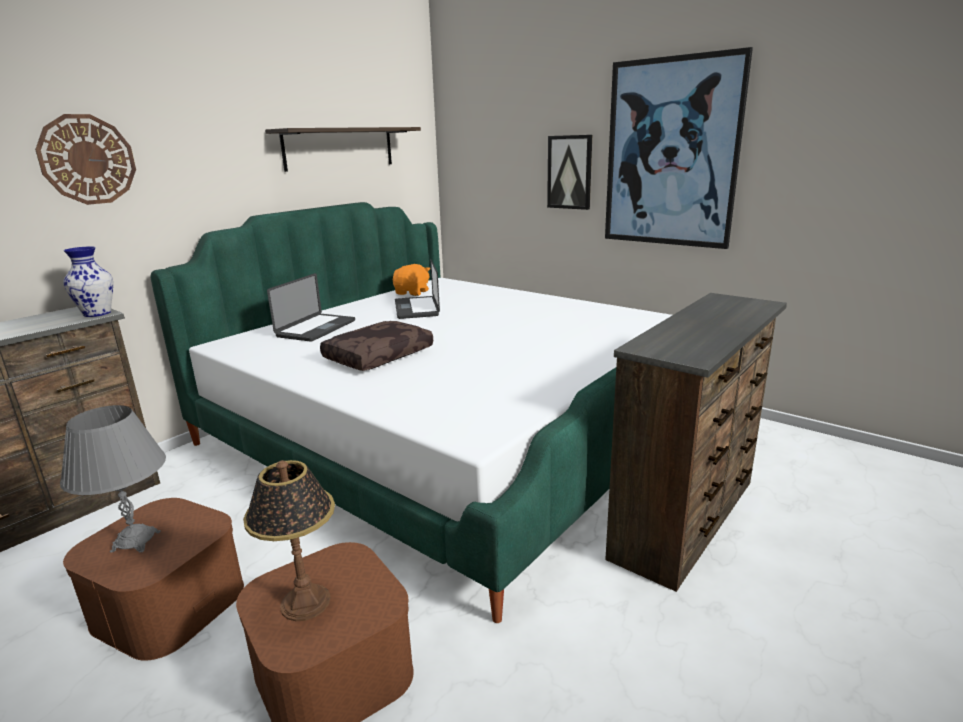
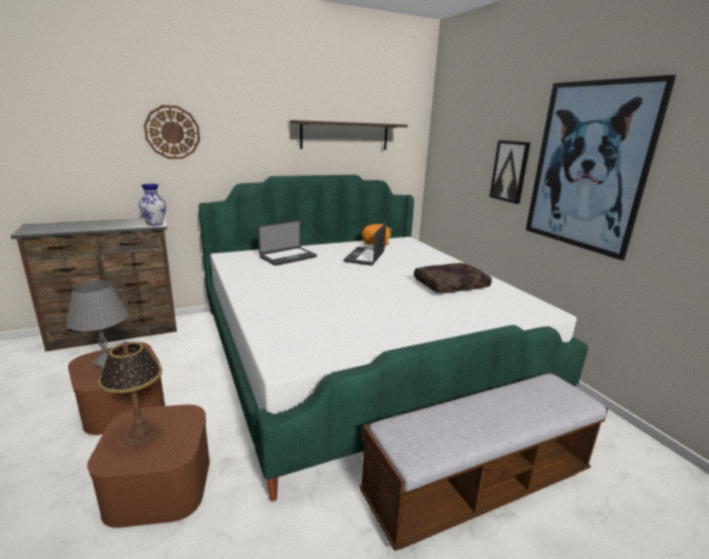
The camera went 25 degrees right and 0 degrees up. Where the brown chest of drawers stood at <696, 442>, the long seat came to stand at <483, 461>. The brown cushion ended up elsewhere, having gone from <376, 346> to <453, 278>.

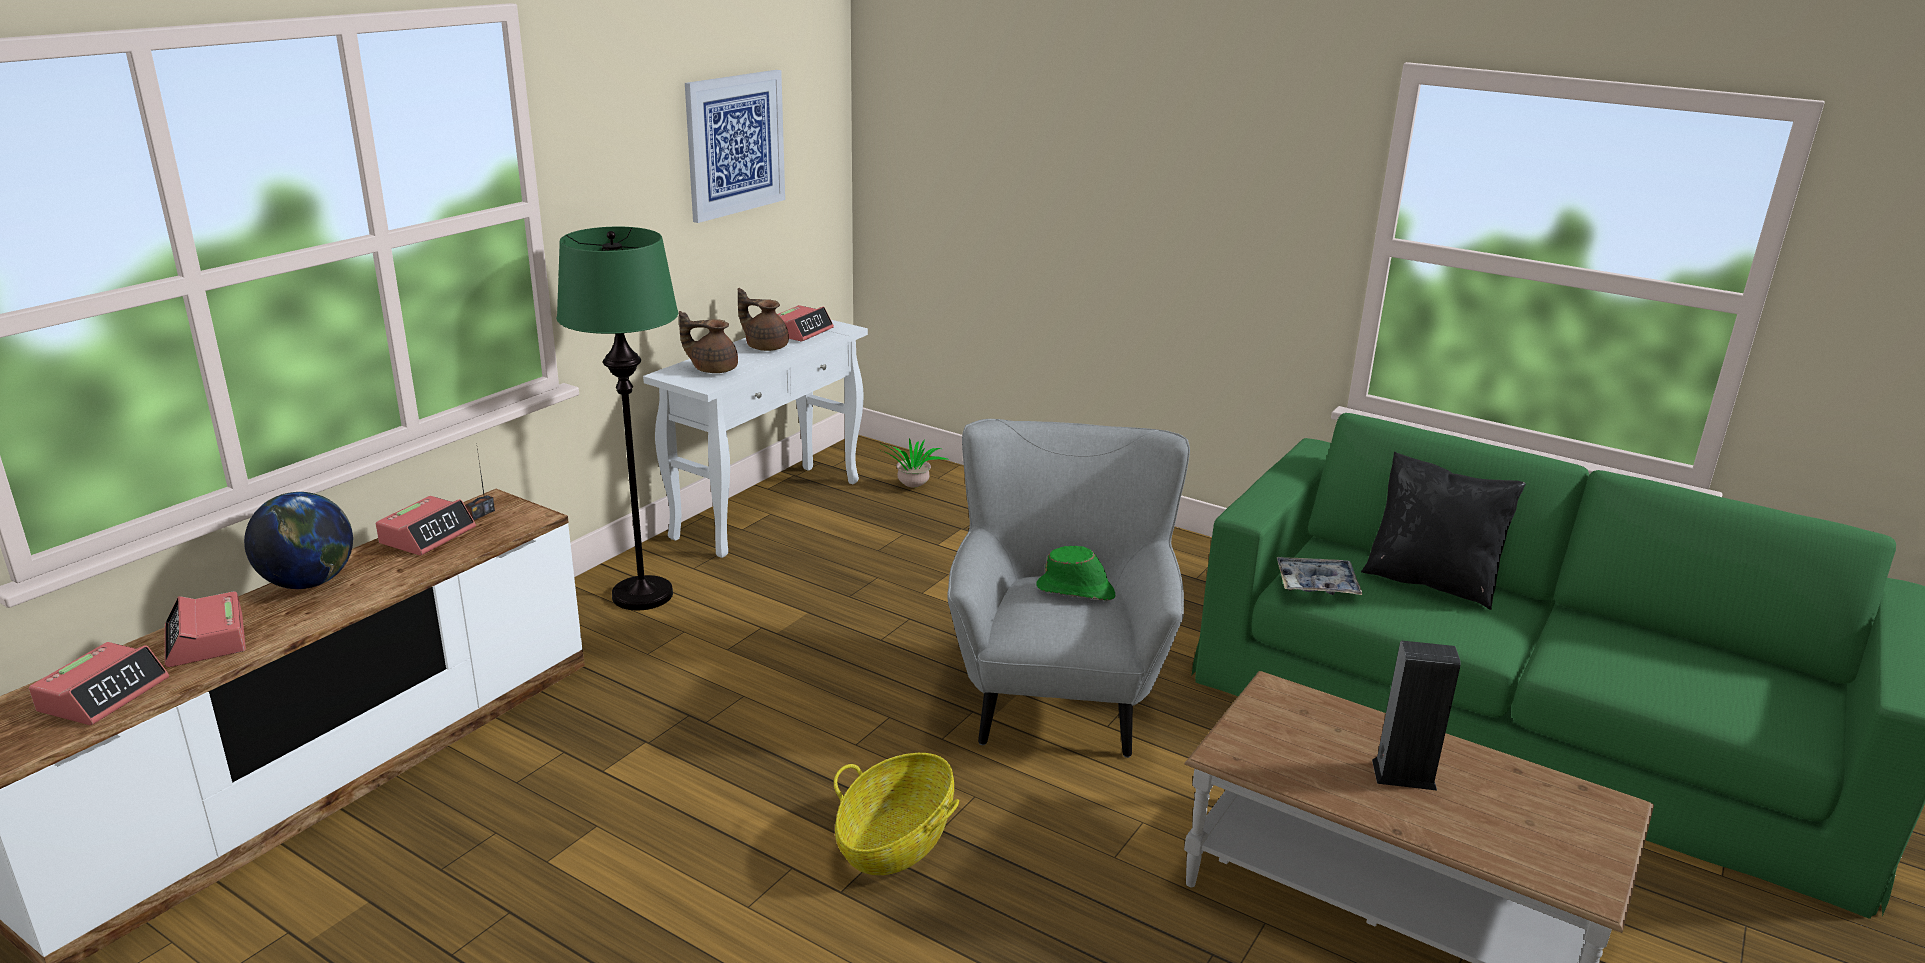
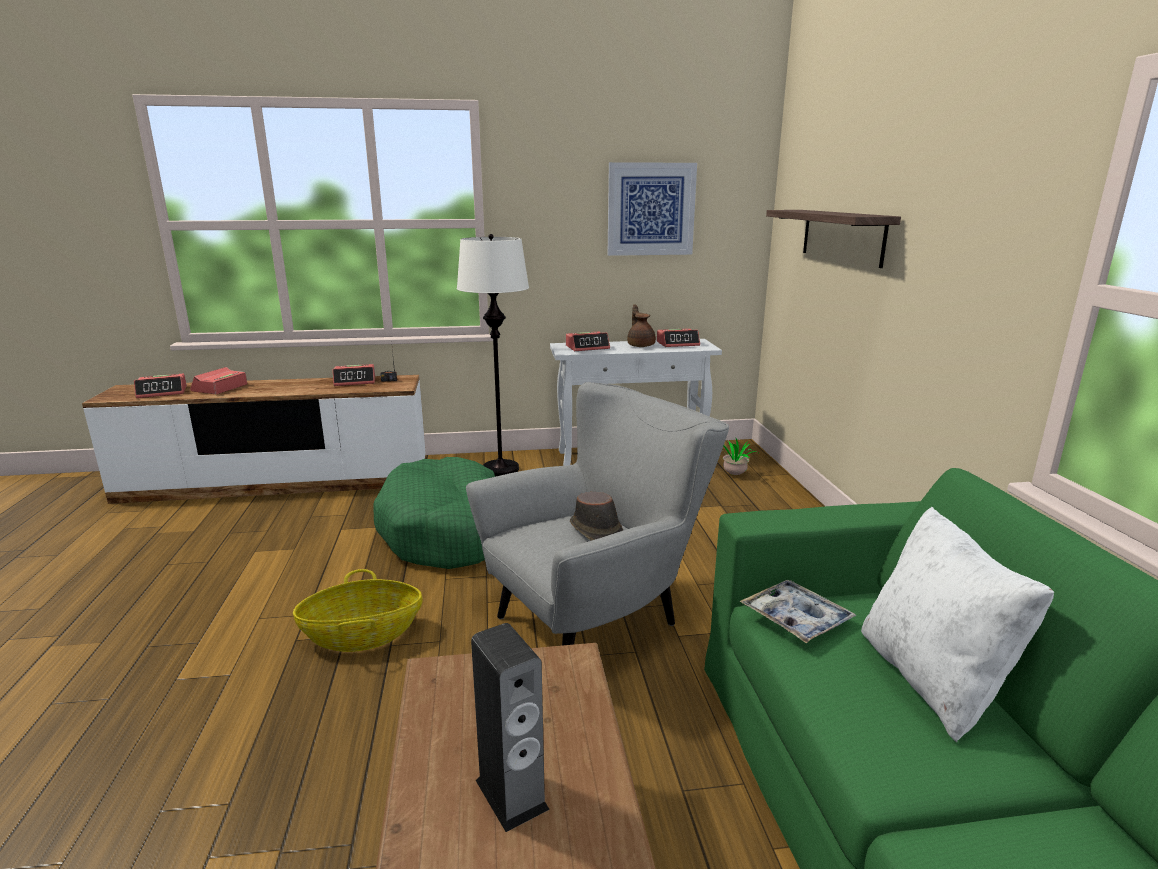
The camera went 50 degrees right and 5 degrees down. What was the green standard lamp at <617, 418> turned into the white-coloured standard lamp at <493, 355>. Where the brown teapot stood at <708, 342>, the table clock came to stand at <588, 341>. What was the black cushion at <1443, 531> turned into the white-coloured cushion at <957, 625>. The second view lost the desk globe at <298, 540>. What was the green hat at <1076, 573> turned into the brown hat at <596, 516>. The second view gained the bracket shelf at <833, 239>. The second view gained the green dog bed at <434, 513>.

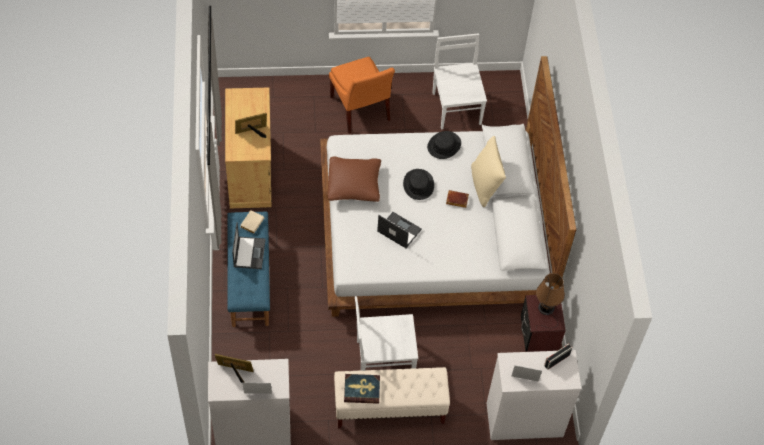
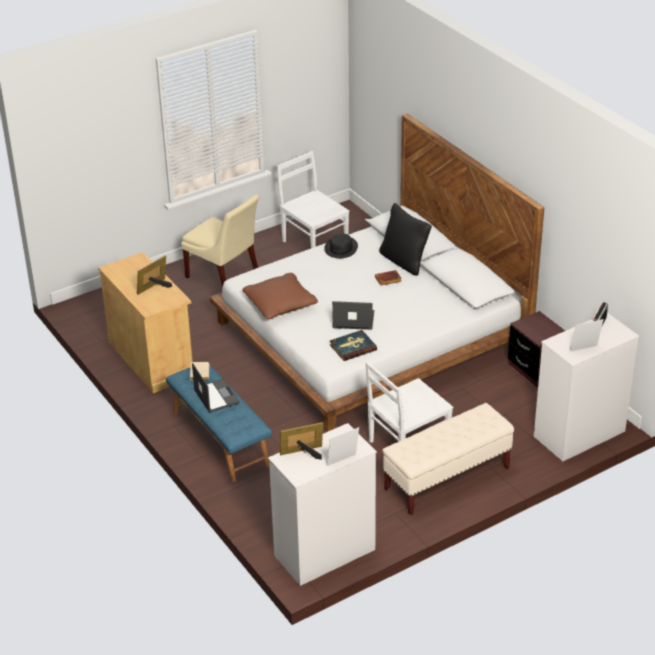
The camera went 25 degrees left and 20 degrees down. What was the orange chair at <362, 95> turned into the beige chair at <220, 241>. What was the beige cushion at <488, 171> turned into the black cushion at <405, 239>. The second view lost the black hat at <418, 184>. The second view lost the brown lamp for a table at <550, 301>. The bound book ended up elsewhere, having gone from <362, 389> to <353, 345>.

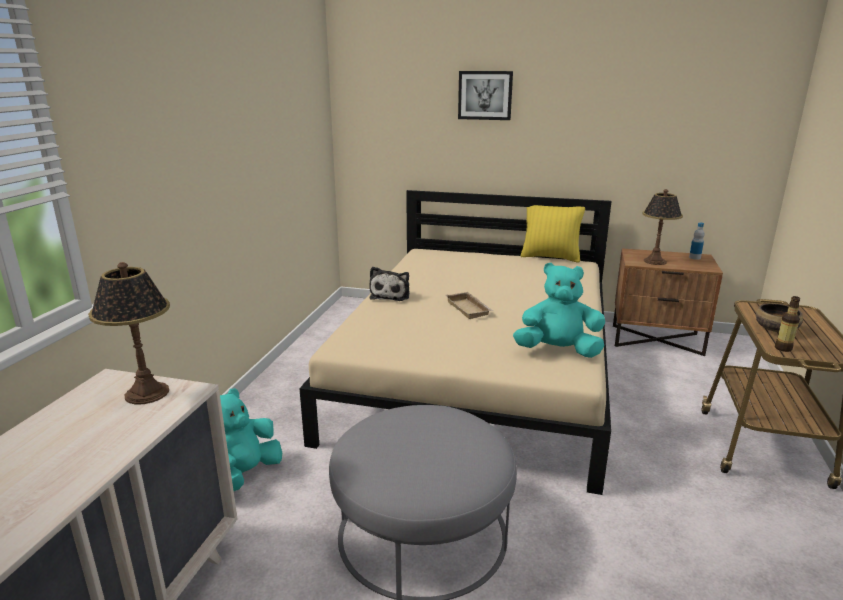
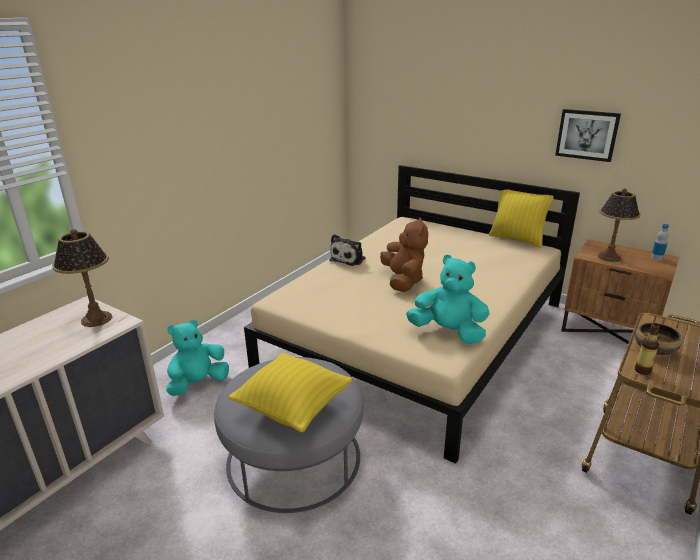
The camera went 20 degrees right and 5 degrees up. The wall art ended up elsewhere, having gone from <485, 95> to <588, 135>. Where the beige carrying tray stood at <469, 305>, the brown cuddly toy came to stand at <404, 254>. The second view gained the yellow cushion at <290, 392>.

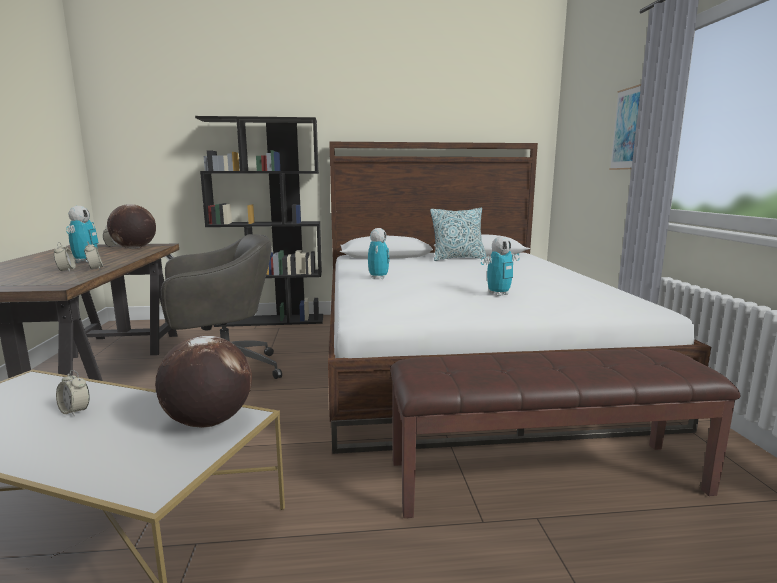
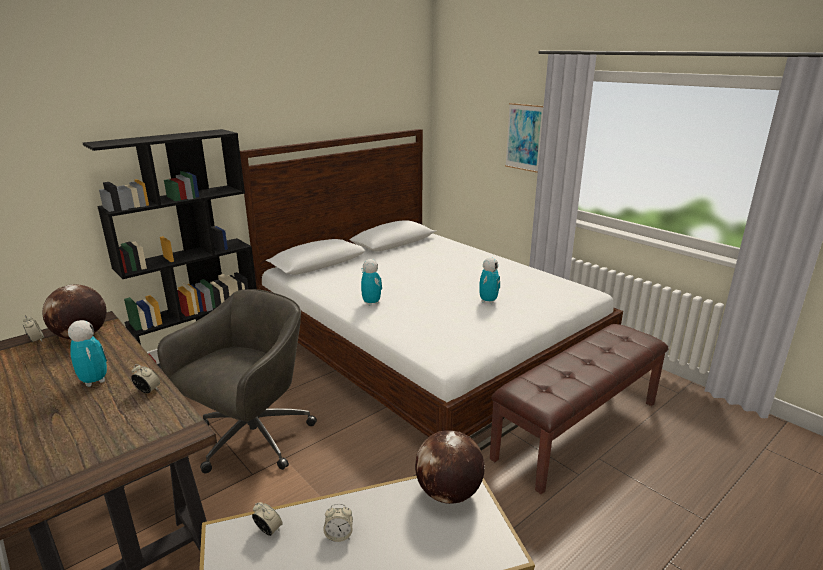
The camera went 35 degrees left and 10 degrees up. The second view lost the cushion at <458, 234>. The table clock ended up elsewhere, having gone from <65, 256> to <267, 519>.

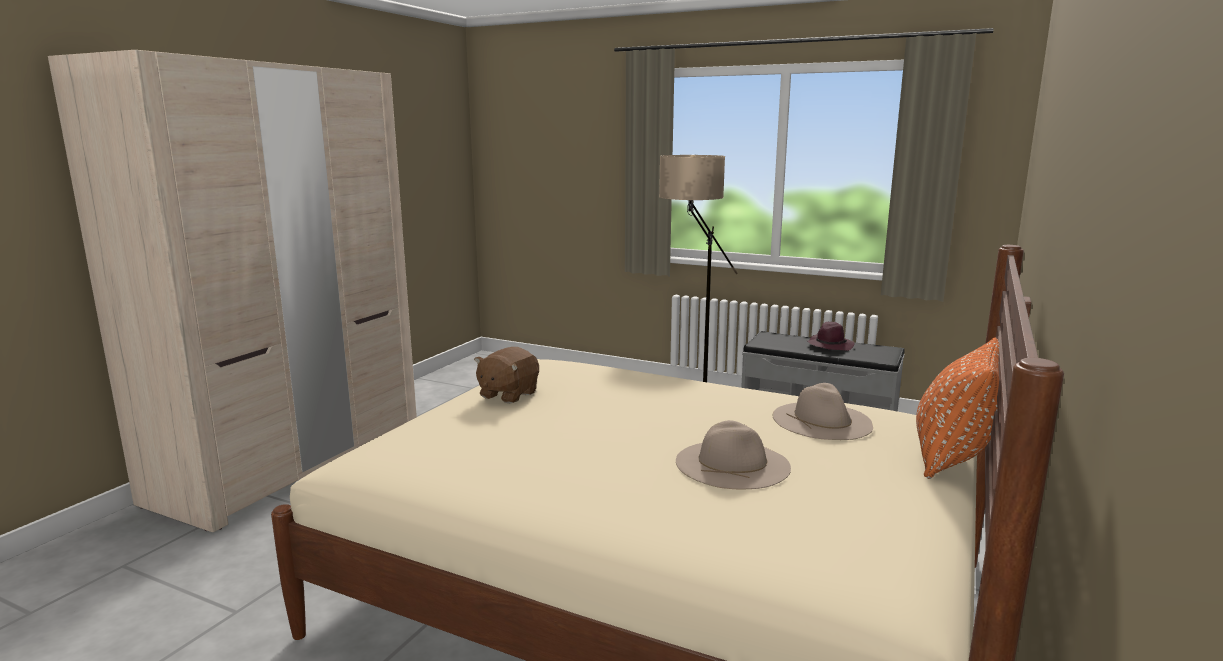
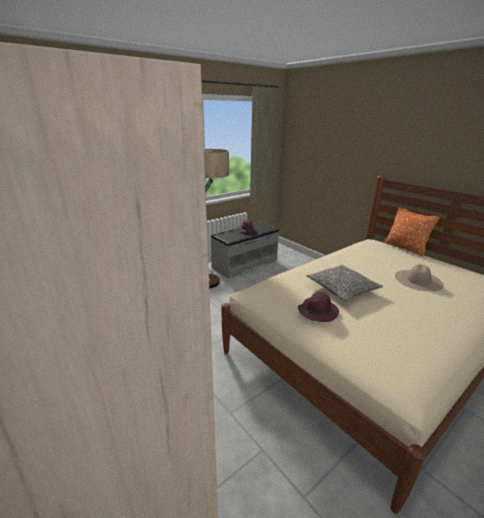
The camera went 65 degrees left and 10 degrees up. Where the brown cuddly toy stood at <506, 375>, the purplish hat came to stand at <318, 307>. The second view lost the beige hat at <823, 411>. The second view gained the cushion at <345, 283>.

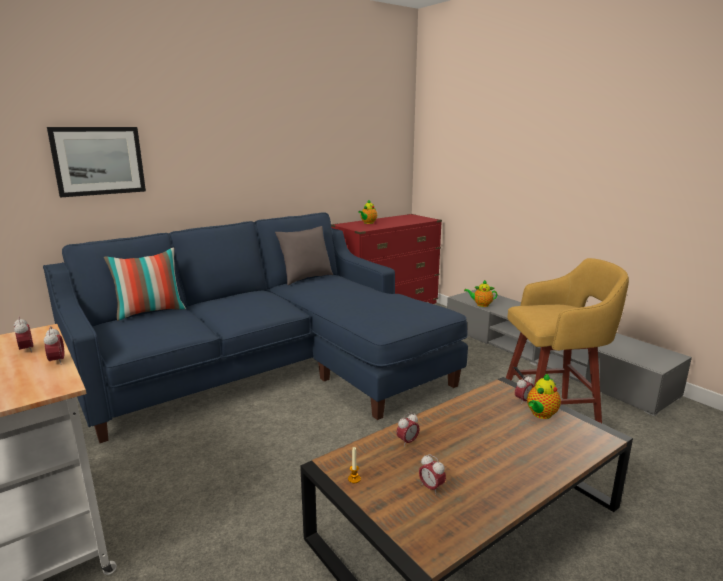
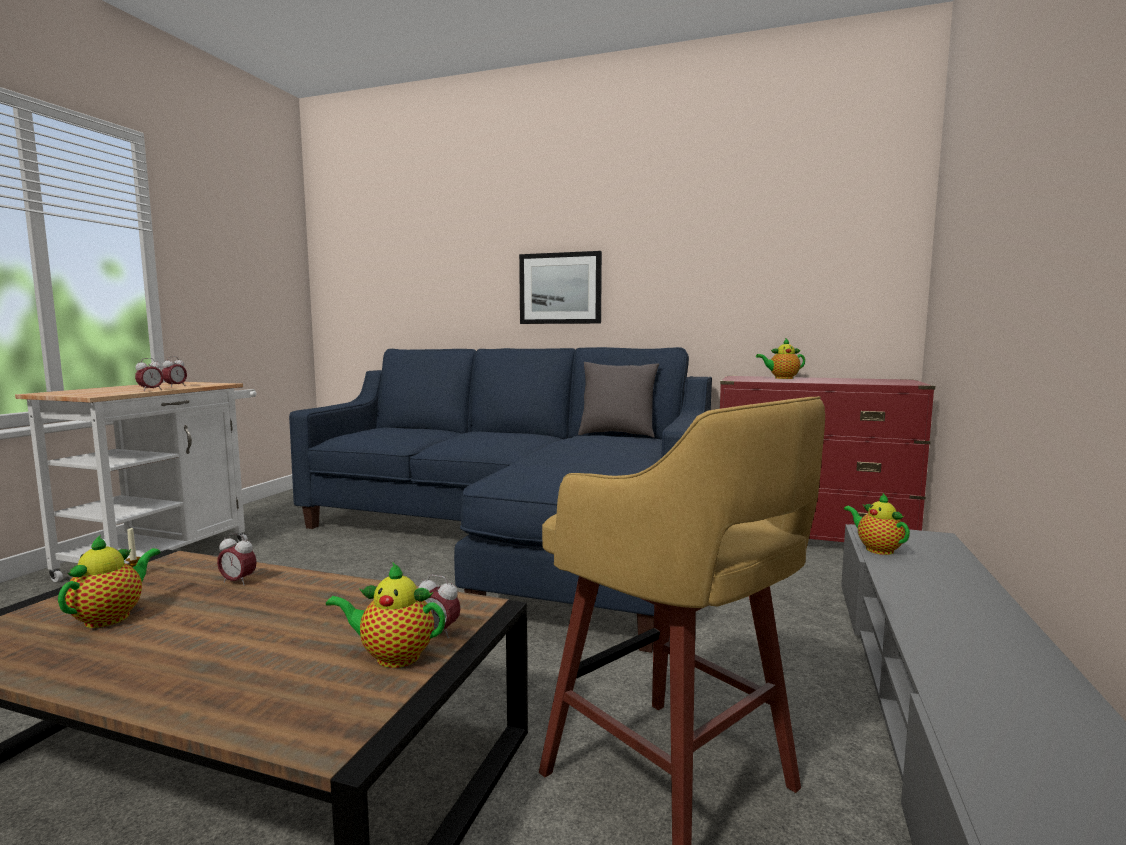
The camera went 55 degrees right and 10 degrees down. The wall art ended up elsewhere, having gone from <96, 162> to <560, 287>. The second view lost the cushion at <145, 284>. Where the table clock stood at <432, 474>, the teapot came to stand at <109, 581>.

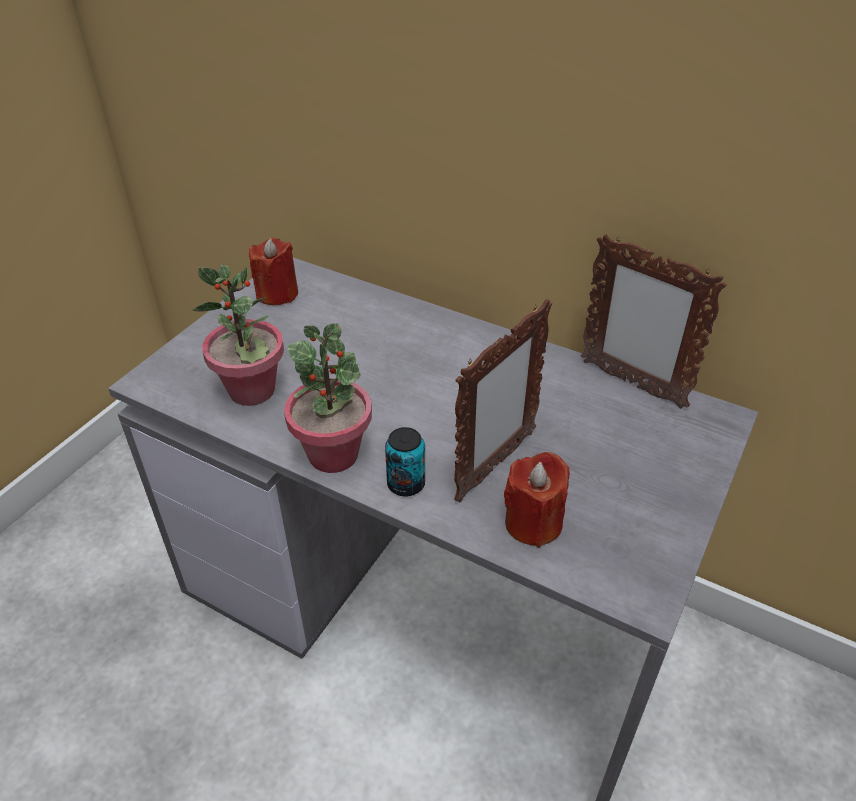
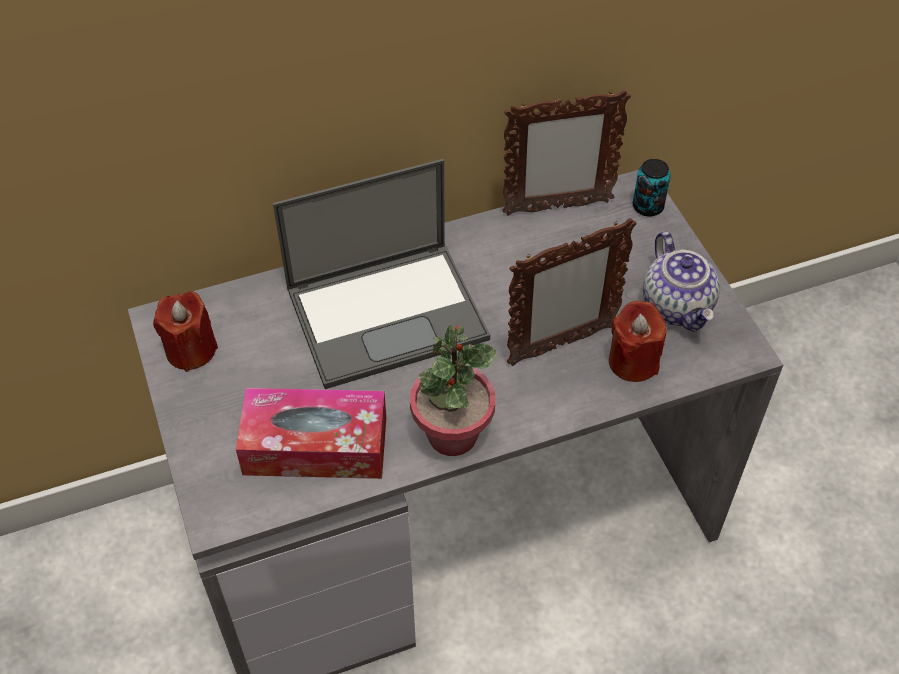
The camera went 50 degrees left and 10 degrees up. Where the potted plant stood at <238, 335>, the box of tissues came to stand at <311, 433>. The picture frame at <503, 400> ended up facing another way, 75 degrees clockwise from before. The can ended up elsewhere, having gone from <405, 462> to <652, 188>. The second view gained the portable computer at <381, 274>. The second view gained the teapot at <681, 282>.

